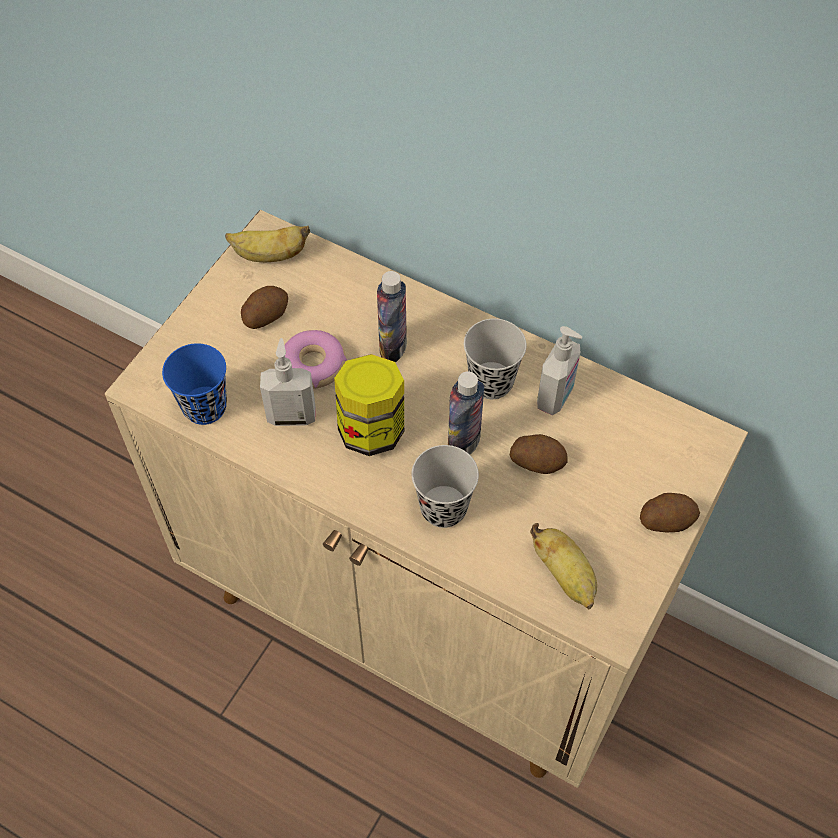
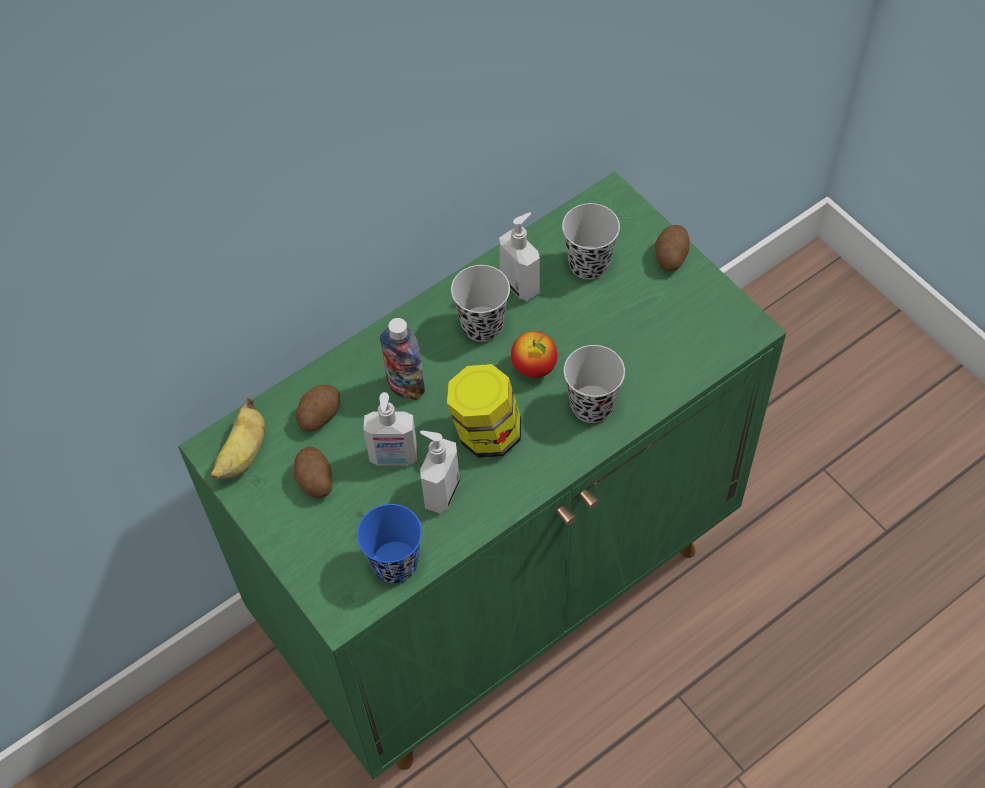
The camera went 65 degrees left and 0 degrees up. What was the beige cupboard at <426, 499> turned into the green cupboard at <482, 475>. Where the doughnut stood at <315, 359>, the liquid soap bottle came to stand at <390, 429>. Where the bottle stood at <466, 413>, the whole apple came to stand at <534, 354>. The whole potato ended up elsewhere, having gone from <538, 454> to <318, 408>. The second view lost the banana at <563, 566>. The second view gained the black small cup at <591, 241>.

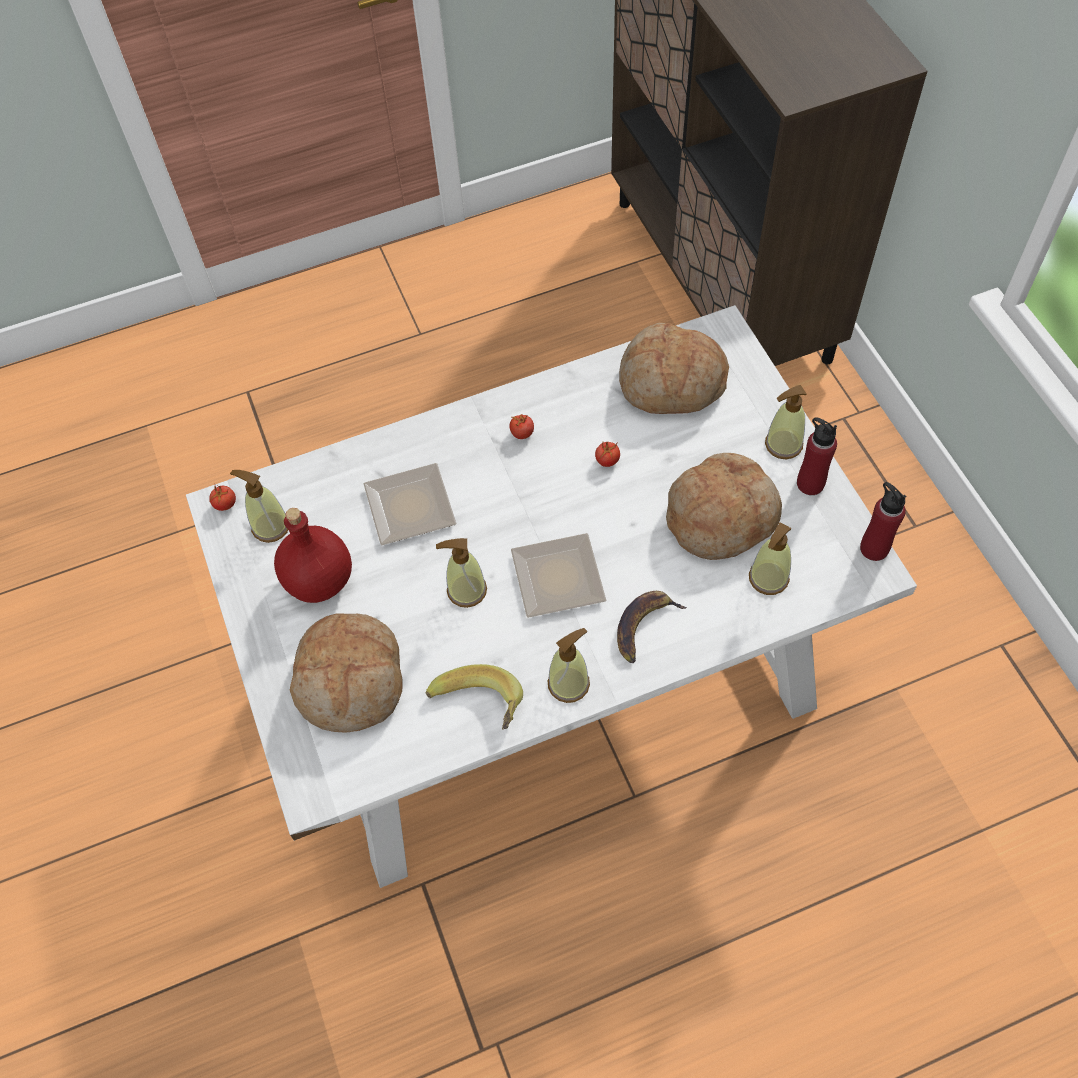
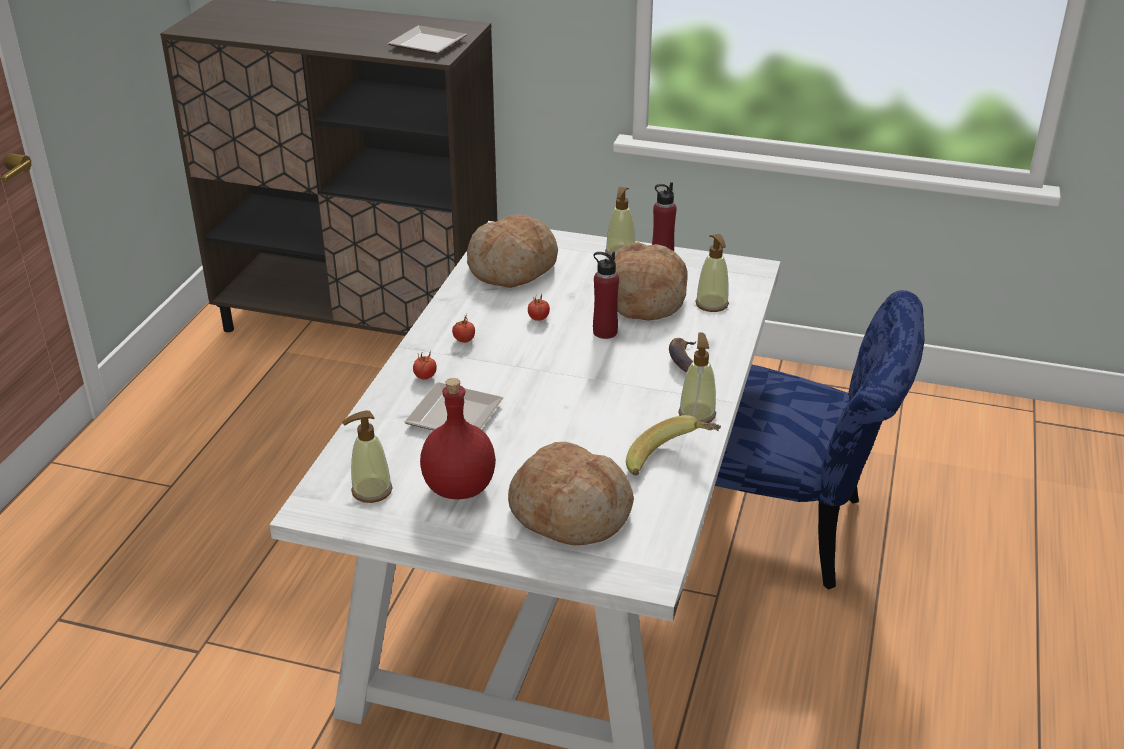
The camera went 55 degrees left and 25 degrees down. The red-coloured bottle ended up elsewhere, having gone from <883, 521> to <606, 295>. The tomato ended up elsewhere, having gone from <222, 497> to <425, 364>. The plate ended up elsewhere, having gone from <558, 575> to <427, 39>. The second view lost the liquid soap bottle at <461, 573>. The second view gained the blue-coloured chair at <820, 440>.

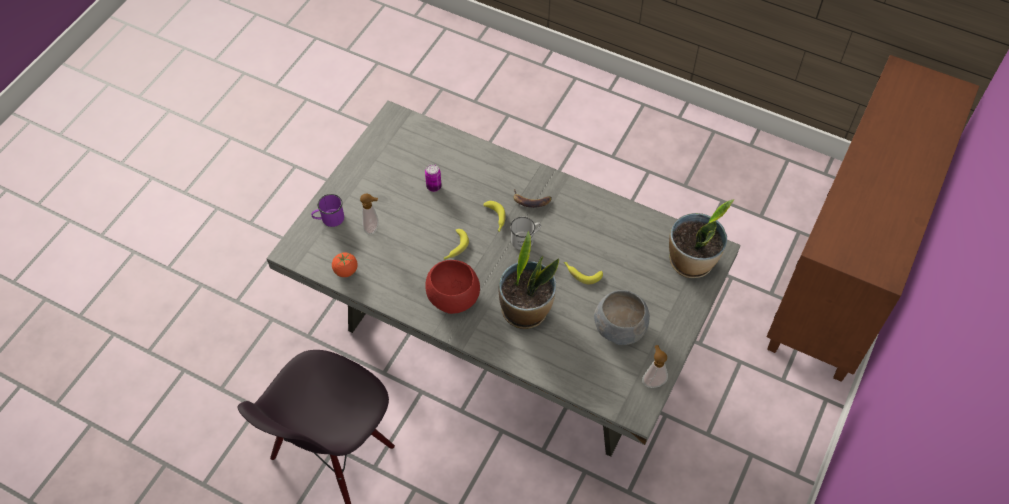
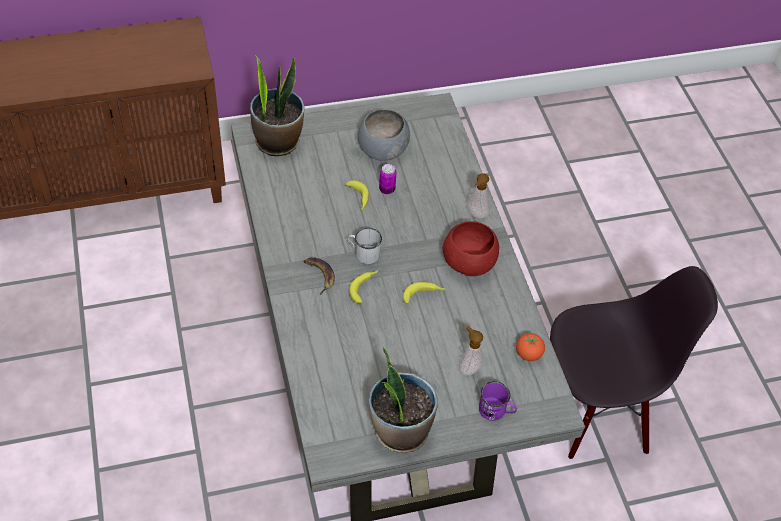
The camera went 135 degrees left and 5 degrees down. The can ended up elsewhere, having gone from <433, 178> to <388, 179>. The potted plant ended up elsewhere, having gone from <529, 280> to <403, 399>. The liquid soap bottle ended up elsewhere, having gone from <655, 366> to <478, 196>.

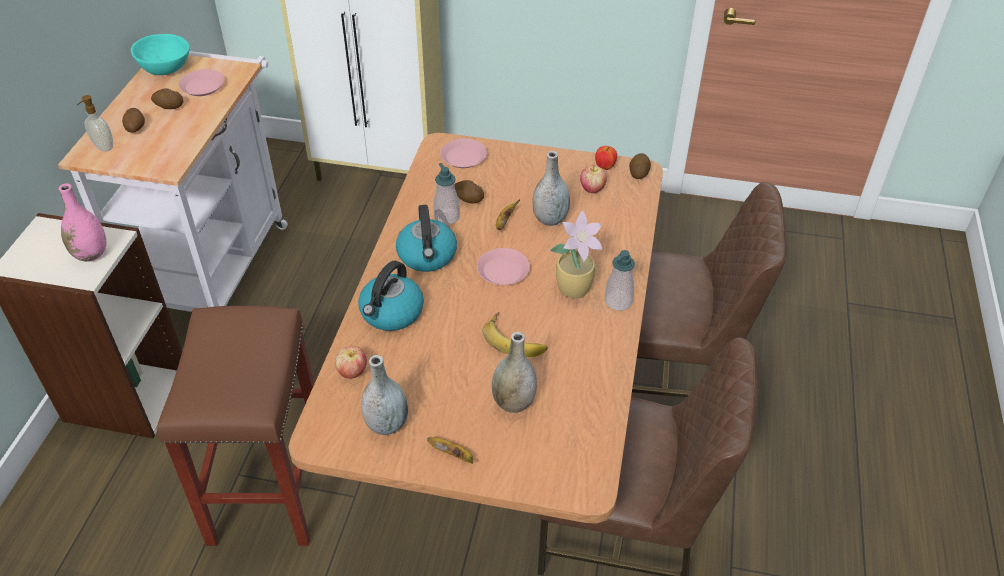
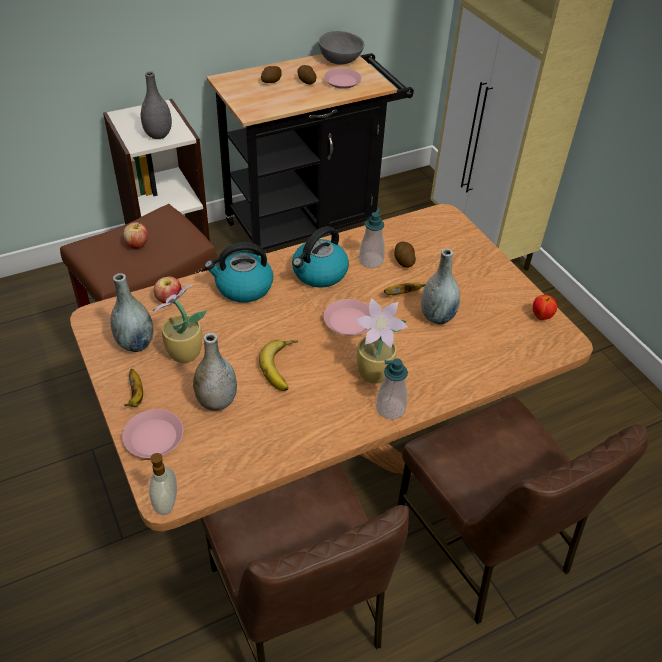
The camera went 50 degrees right and 0 degrees up. What was the blue-green deep dish at <160, 54> turned into the grey deep dish at <341, 48>. What was the white-coloured wheeled cart at <173, 181> turned into the black wheeled cart at <310, 154>. The liquid soap bottle ended up elsewhere, having gone from <95, 123> to <159, 484>. The pinkish plate ended up elsewhere, having gone from <463, 153> to <153, 433>. The second view lost the whole potato at <640, 166>. The whole apple ended up elsewhere, having gone from <593, 179> to <135, 235>. What was the pinkish flower vase at <82, 222> turned into the grey flower vase at <156, 105>. The second view gained the potted plant at <180, 323>.

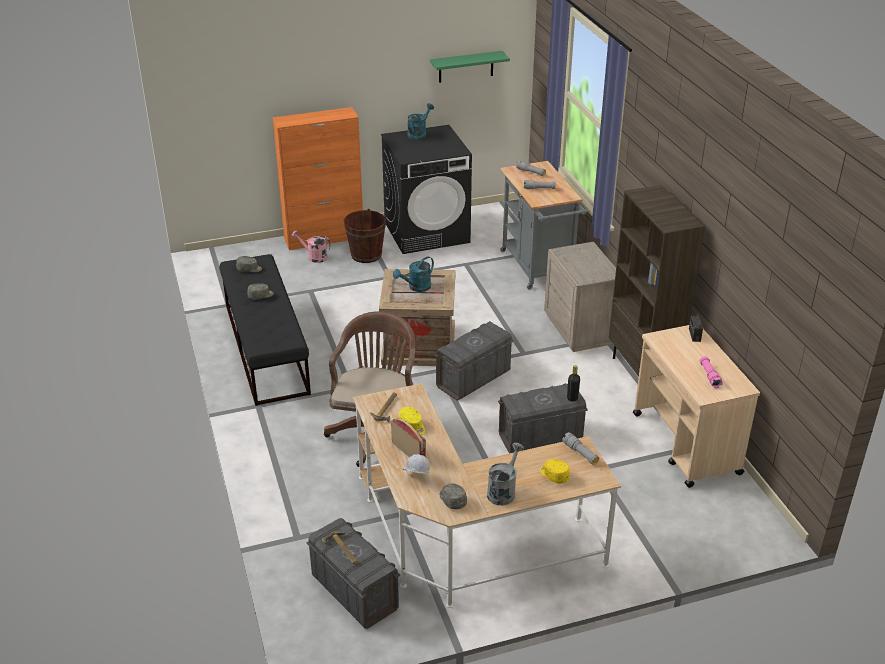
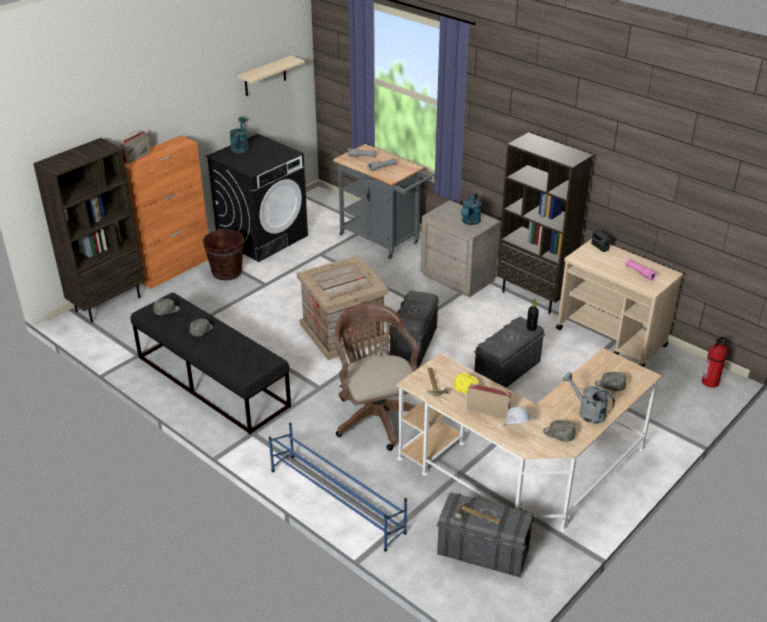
The camera went 30 degrees left and 0 degrees up. What was the green bracket shelf at <470, 67> turned into the beige bracket shelf at <271, 76>. The second view lost the pinkish watering pot at <311, 246>. The blue-green watering pot ended up elsewhere, having gone from <413, 274> to <471, 209>. The second view lost the grey hand torch at <580, 448>. The grey watering pot at <505, 474> ended up facing another way, 45 degrees counterclockwise from before. What was the yellow cap at <555, 471> turned into the grey cap at <610, 381>. The second view gained the radio receiver at <135, 147>. The second view gained the brown bookshelf at <89, 230>. The second view gained the fire extinguisher at <714, 362>. The second view gained the blue-coloured shoe rack at <338, 487>.

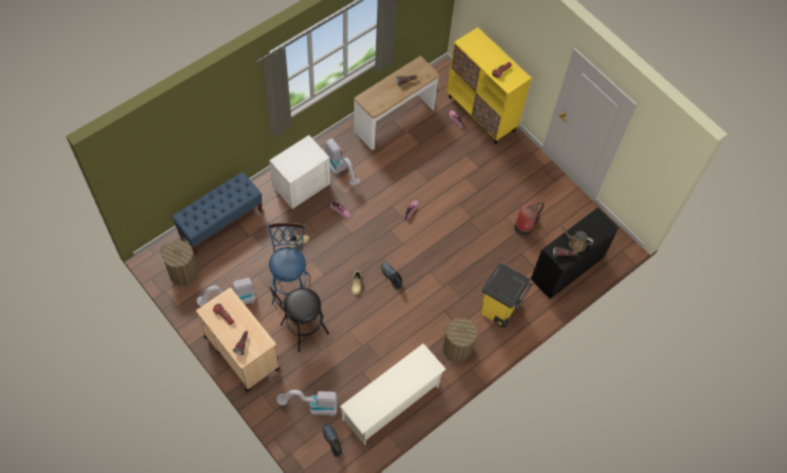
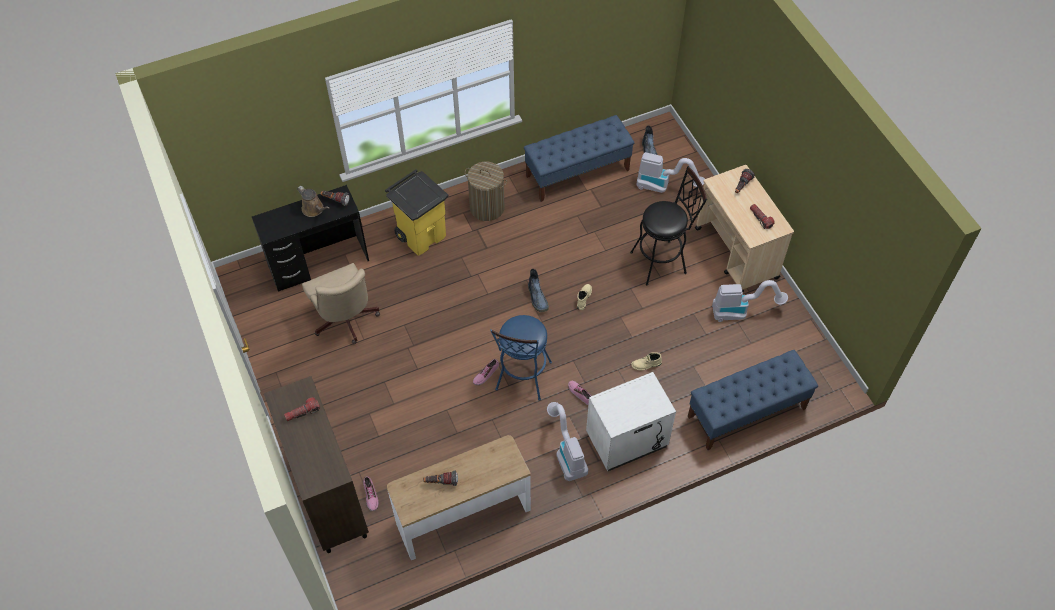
The camera went 160 degrees left and 5 degrees down. What was the yellow cupboard at <489, 85> turned into the brown cupboard at <316, 464>. Where the fire extinguisher stood at <529, 219>, the beige desk chair came to stand at <341, 303>. The blue-coloured sitting stool ended up elsewhere, having gone from <288, 264> to <521, 358>. The second view lost the washing basket at <179, 263>. Where the white-coloured shoe rack stood at <393, 394>, the blue-coloured long seat came to stand at <579, 158>.

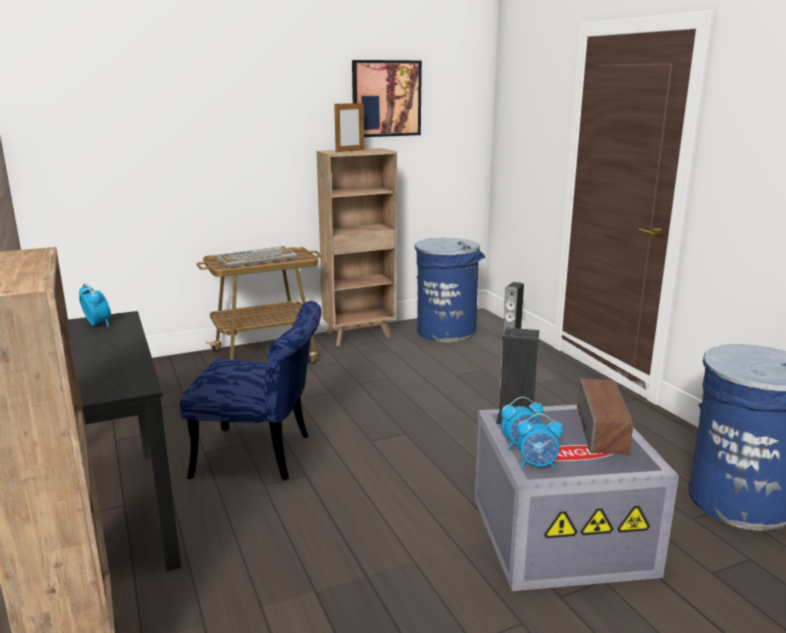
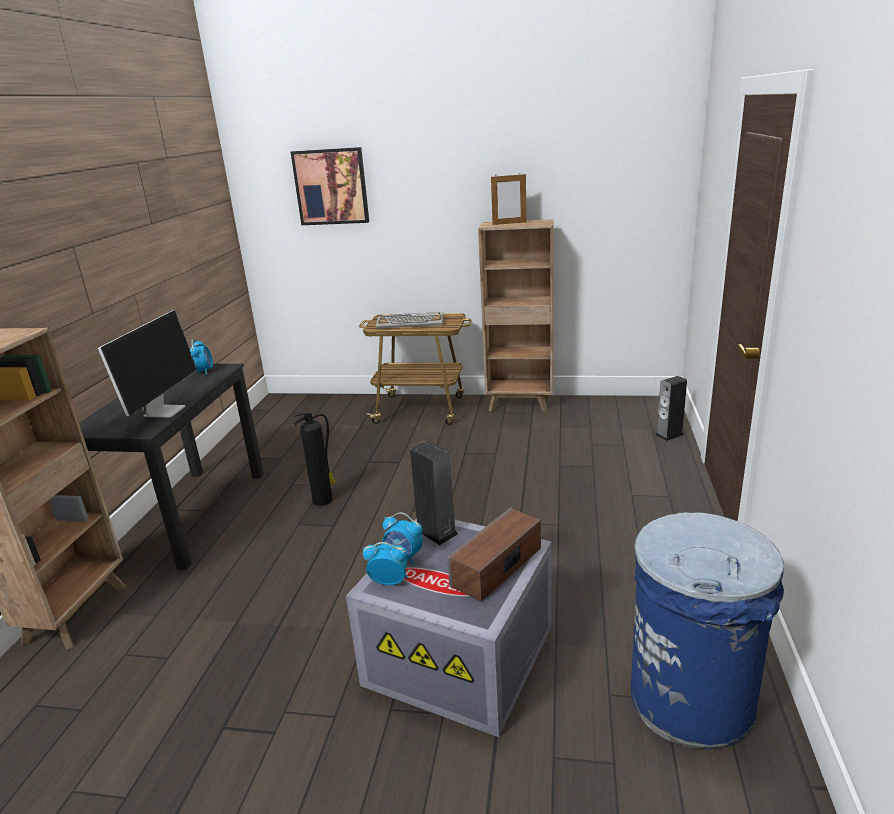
The camera went 35 degrees right and 5 degrees up. The wall art ended up elsewhere, having gone from <387, 98> to <330, 186>. The second view lost the blue-coloured trash can at <450, 290>. Where the blue-coloured chair stood at <251, 391>, the fire extinguisher came to stand at <314, 459>. The table clock at <540, 441> ended up facing another way, 150 degrees clockwise from before. The second view gained the computer display at <147, 364>.

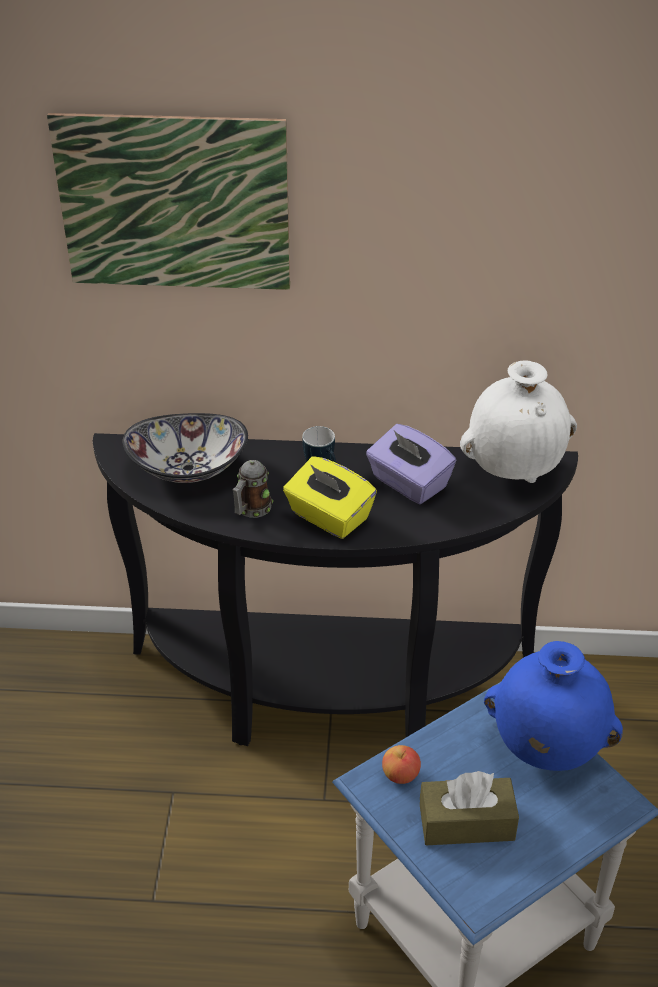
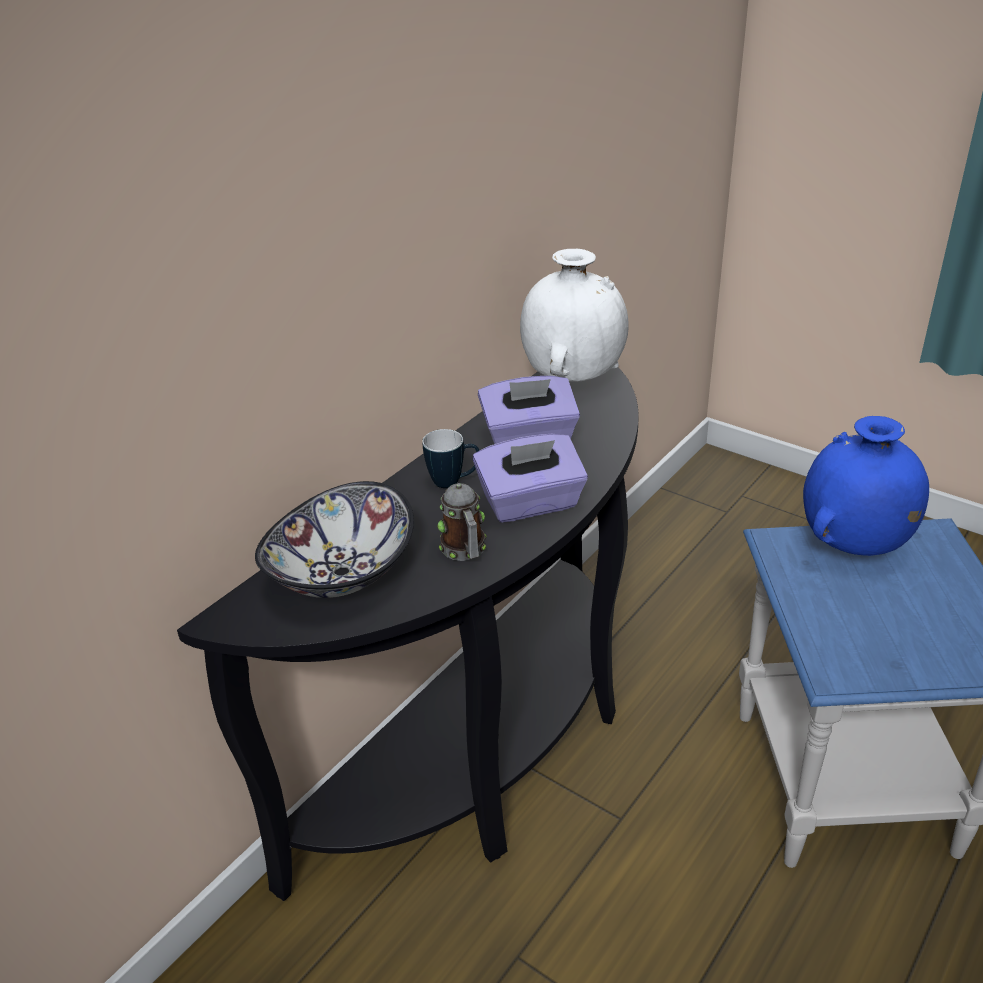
The camera went 55 degrees left and 5 degrees down. The second view lost the wall art at <168, 201>. What was the yellow box of tissues at <330, 497> turned into the purplish box of tissues at <530, 478>. The second view lost the whole apple at <401, 764>. The second view lost the brown box of tissues at <469, 808>.

